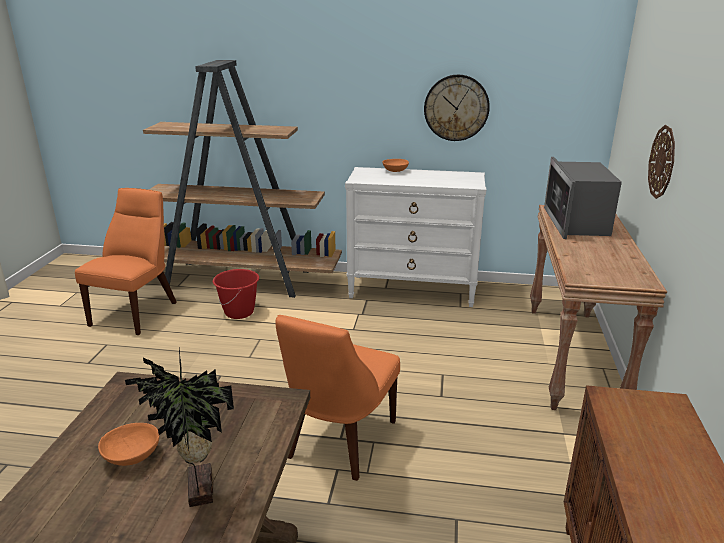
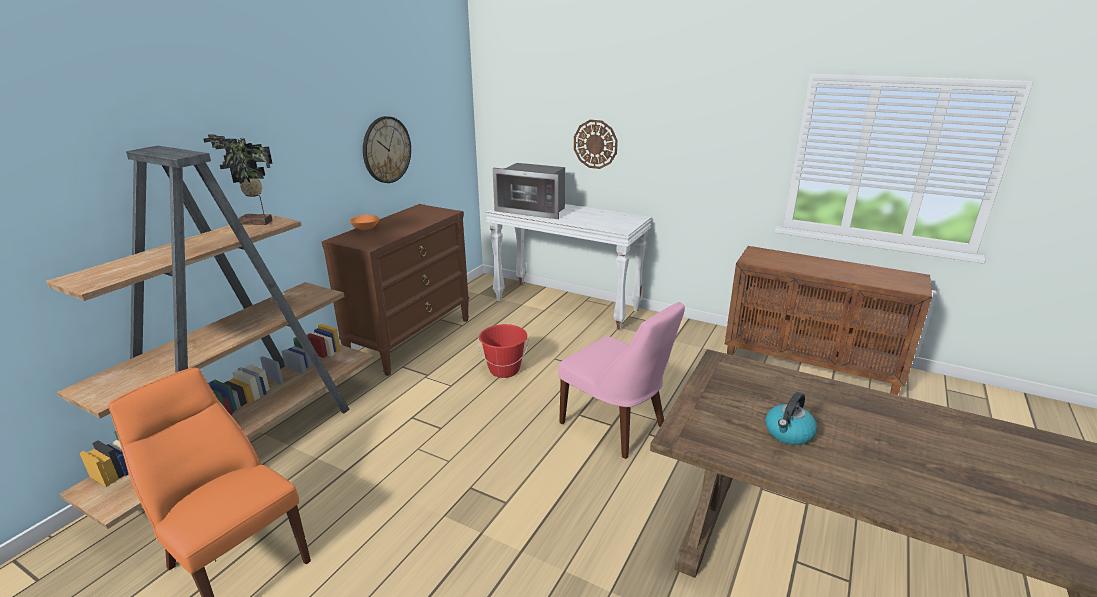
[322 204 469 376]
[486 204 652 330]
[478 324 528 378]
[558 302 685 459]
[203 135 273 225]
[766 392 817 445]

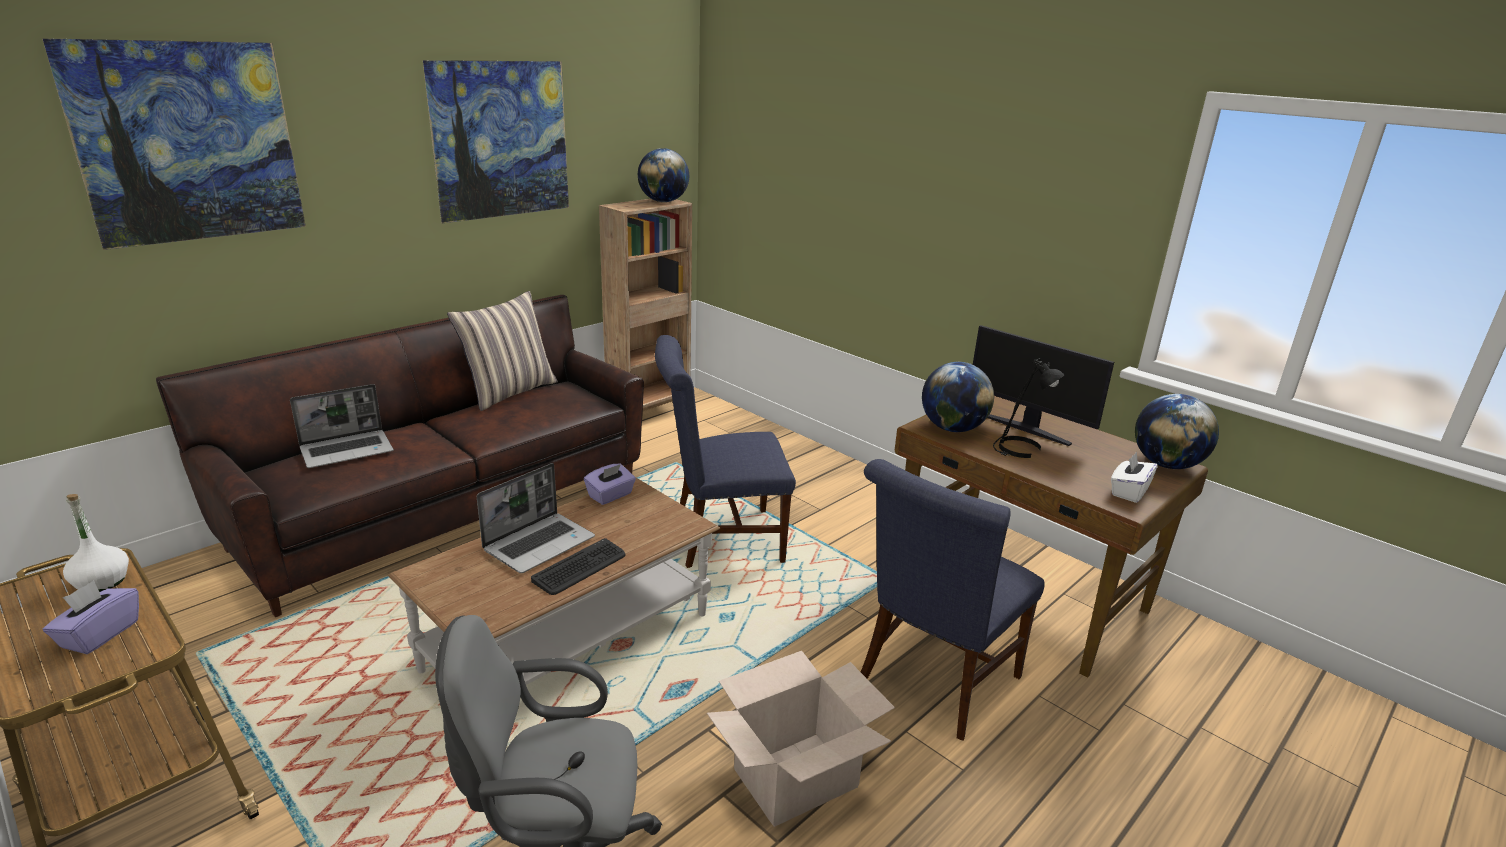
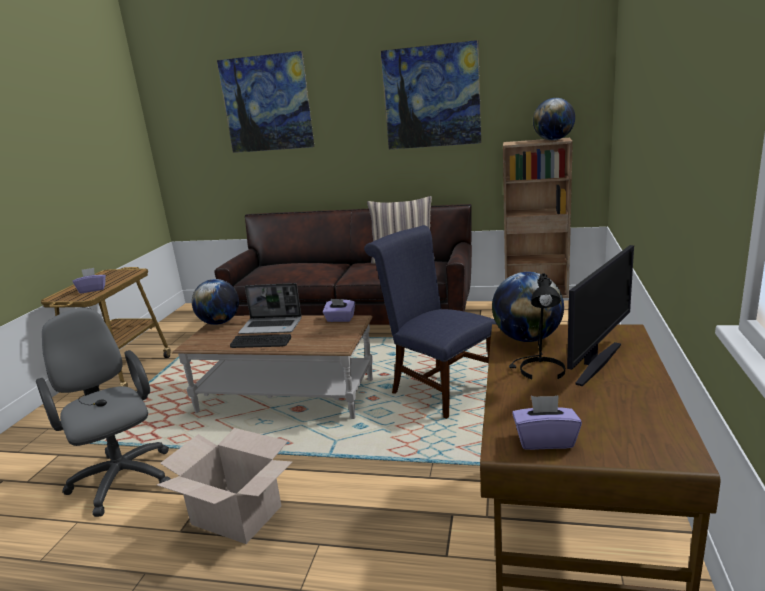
[567 245 634 386]
[290 384 394 468] (first image)
[192 279 239 325]
[512 395 582 450]
[861 459 1045 741] (first image)
[63 494 129 592] (first image)

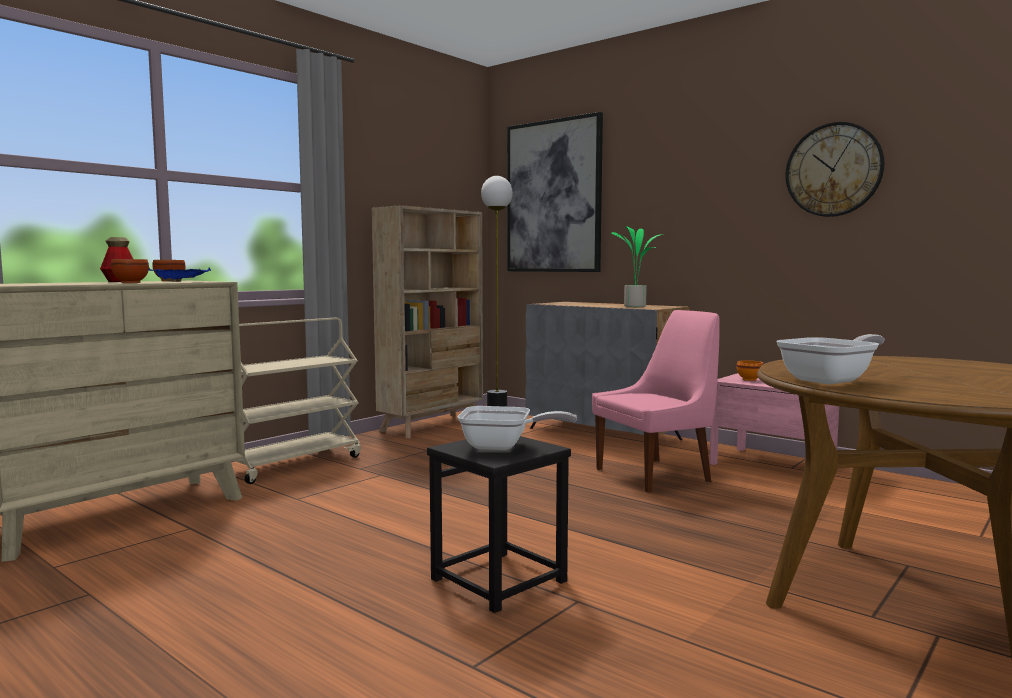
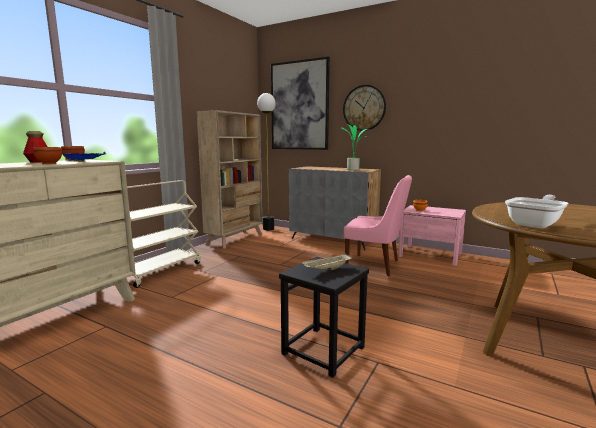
[343 85 386 131]
[344 175 412 276]
[302 253 352 270]

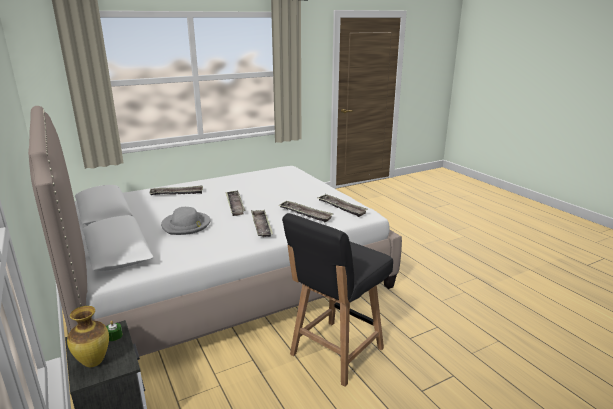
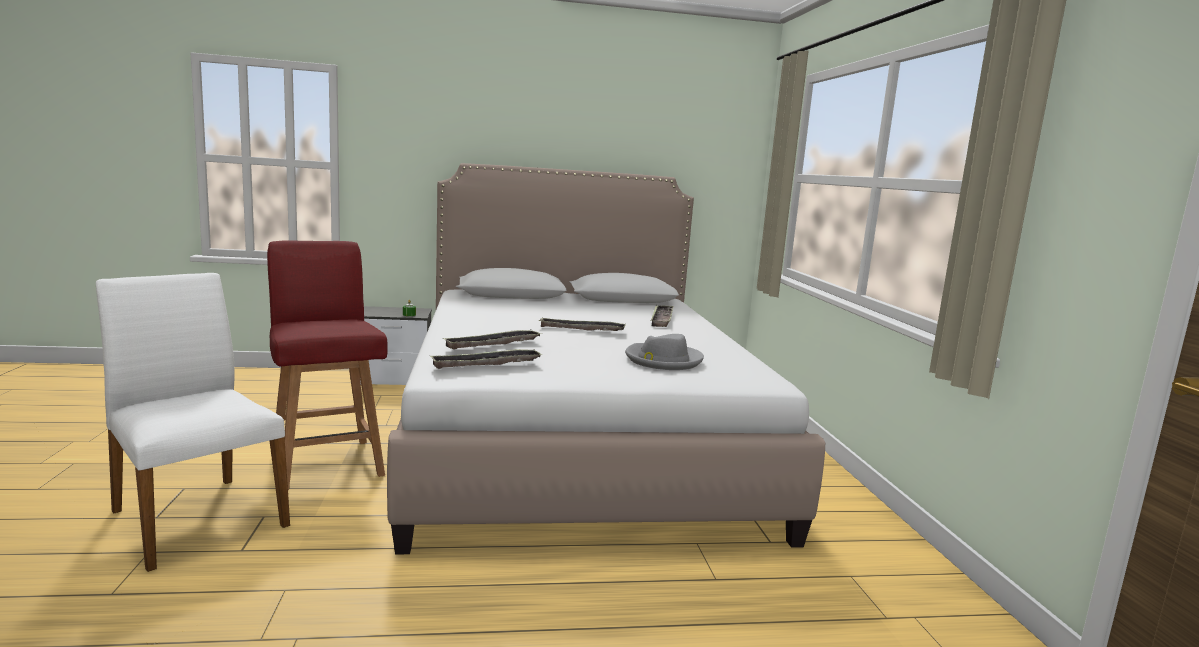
[625 334 704 370]
[251 210 273 237] (first image)
[267 240 388 490]
[67 306 109 367] (first image)
[96 273 290 572]

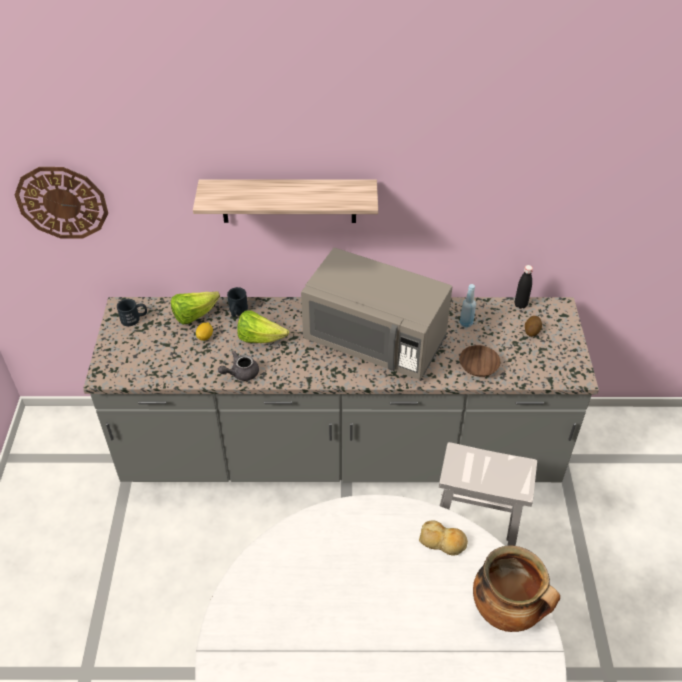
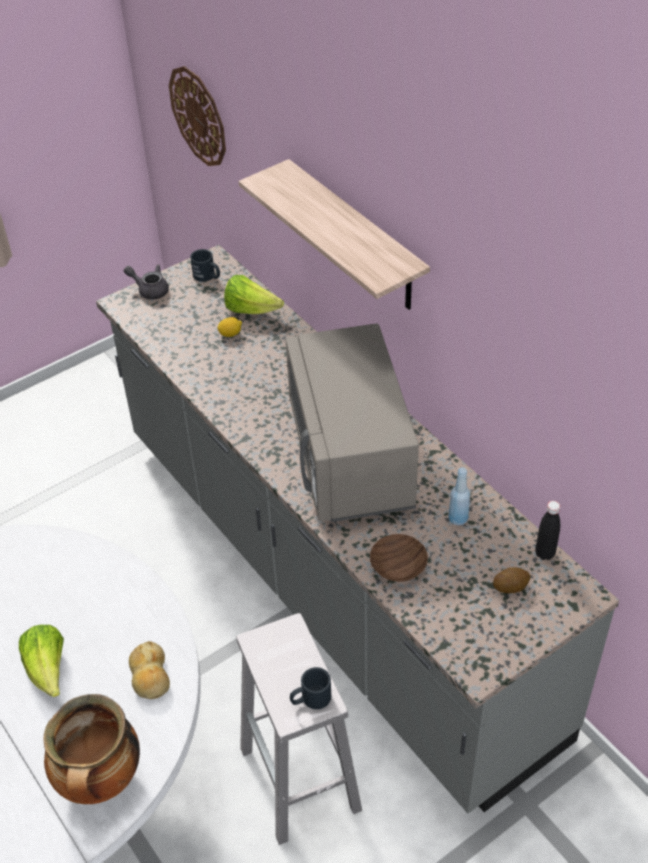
[290 667 331 709]
[19 625 64 697]
[124 264 169 300]

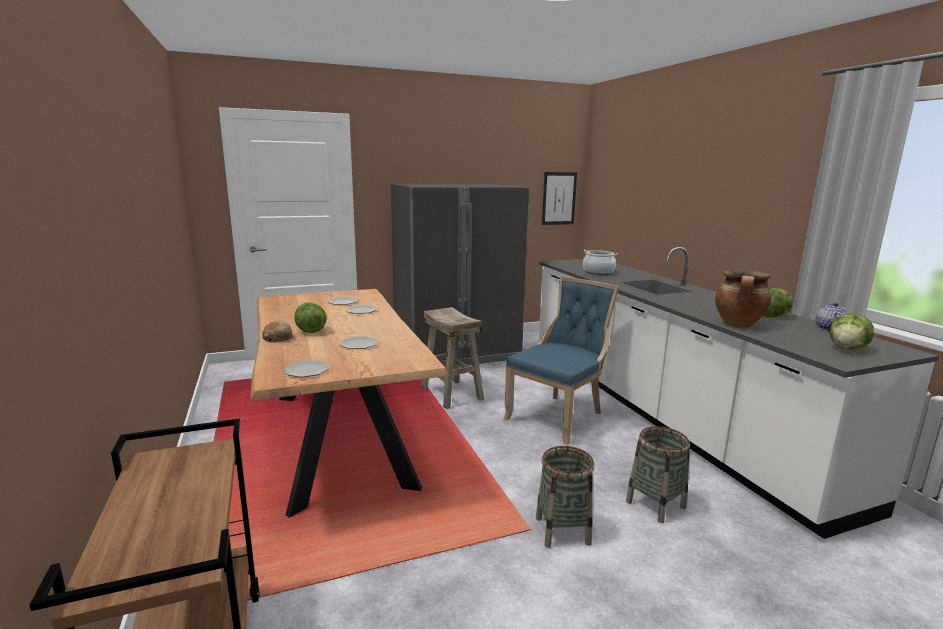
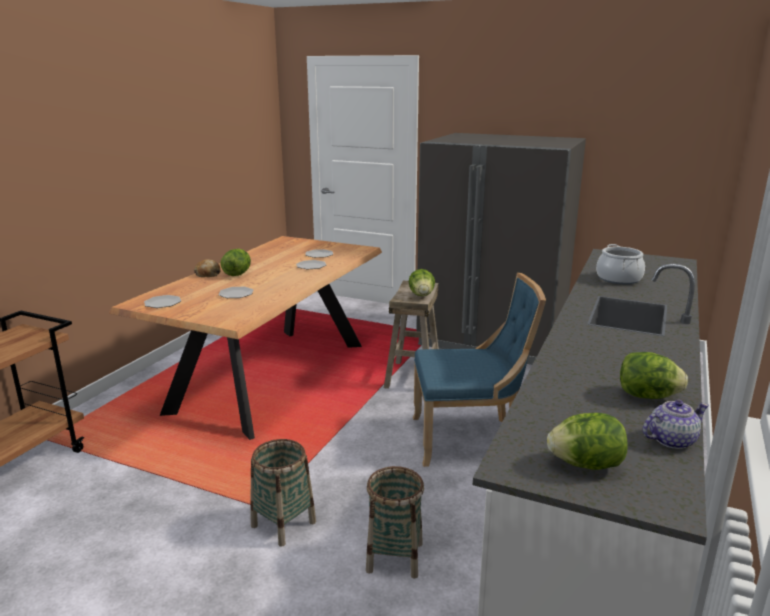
[542 172 577 225] (first image)
[715 270 771 328] (first image)
[409 269 435 296]

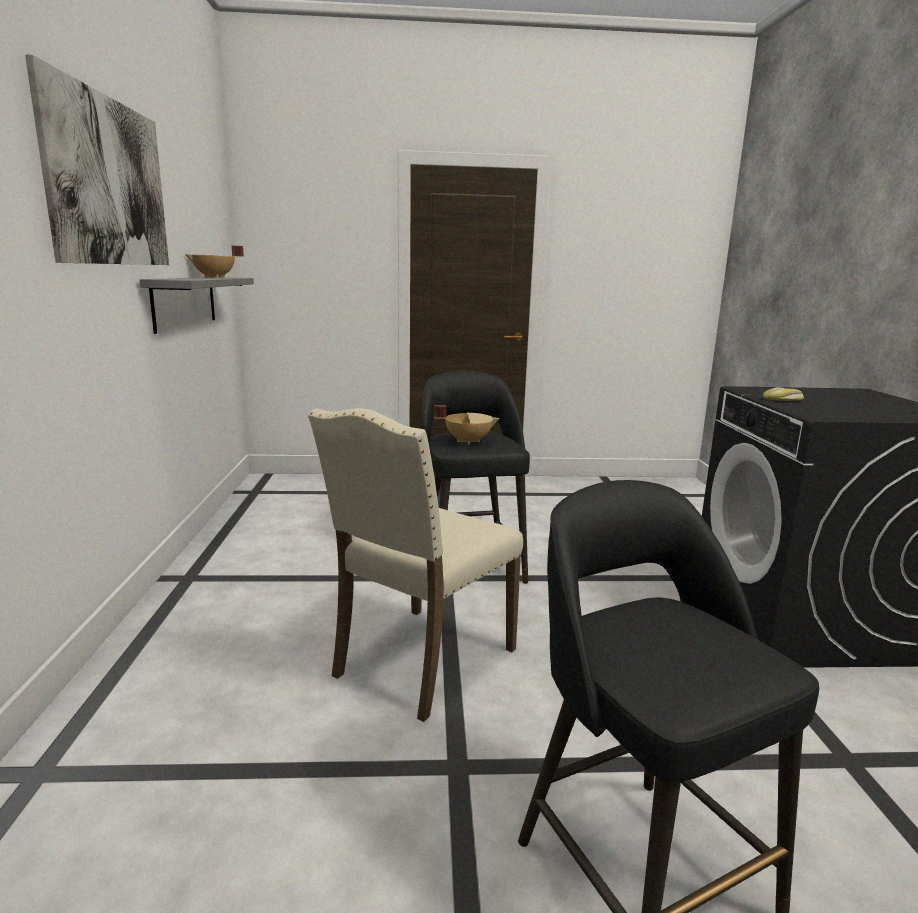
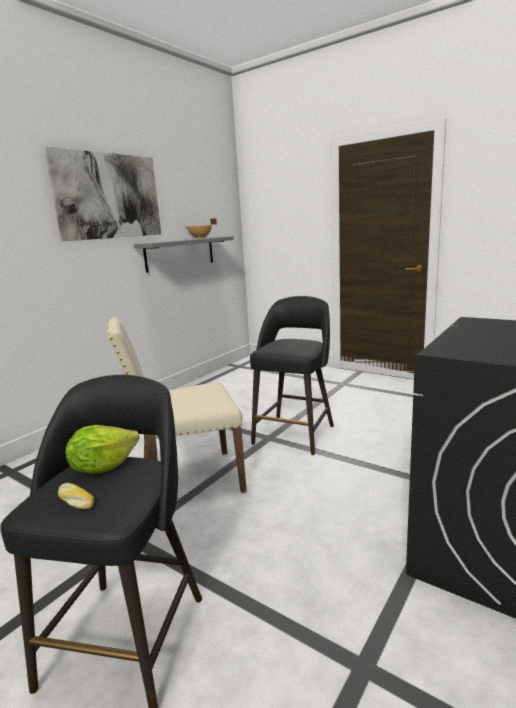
[58 483 94 509]
[434 405 500 445] (first image)
[65 425 139 474]

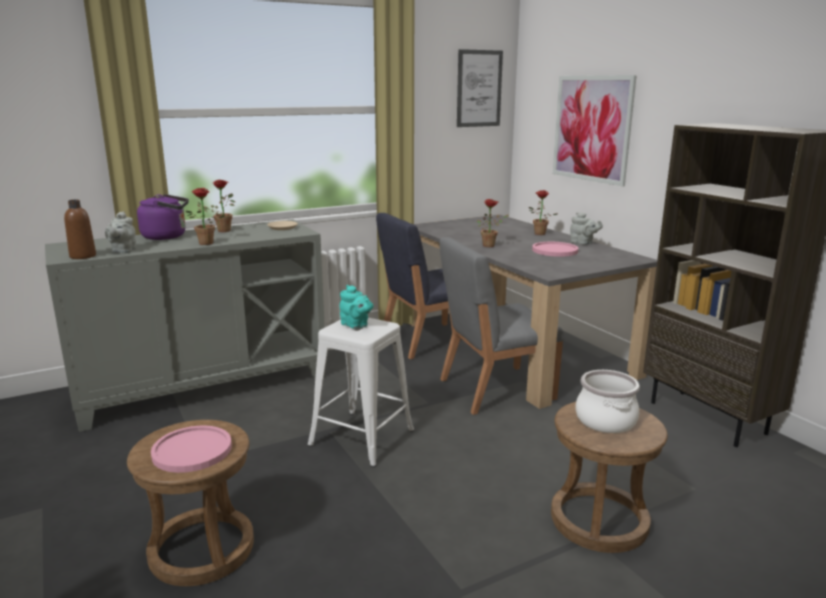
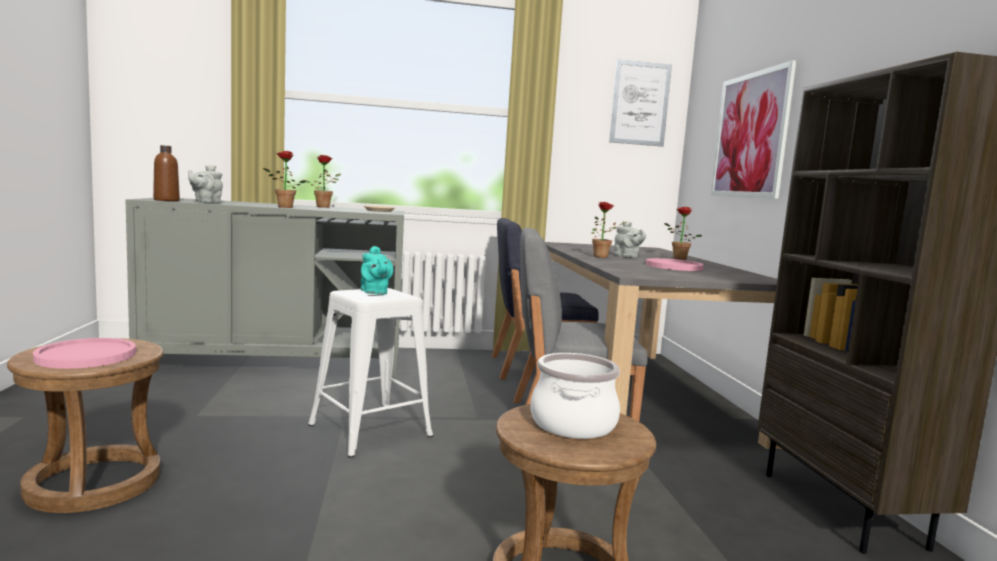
[137 194 189 240] (first image)
[614 221 646 258]

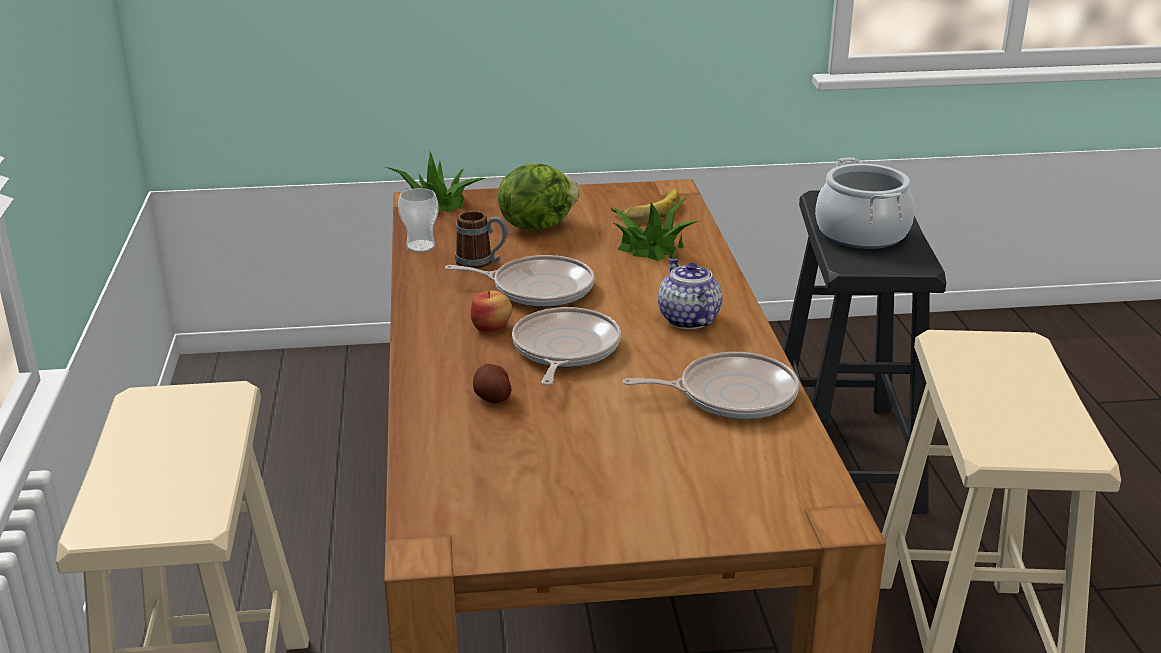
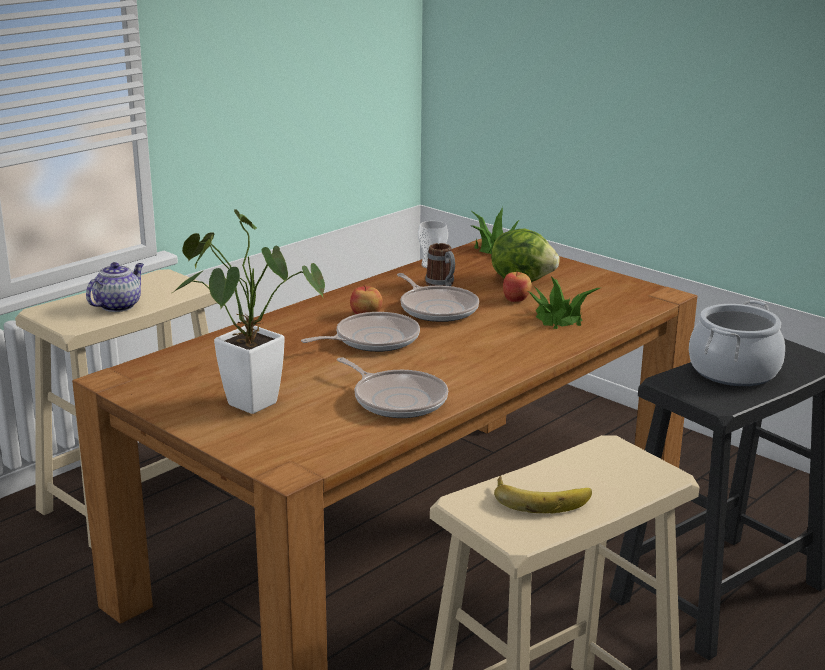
[494 476 592 513]
[86 262 144 312]
[473 364 512 403] (first image)
[172 209 325 414]
[503 271 532 302]

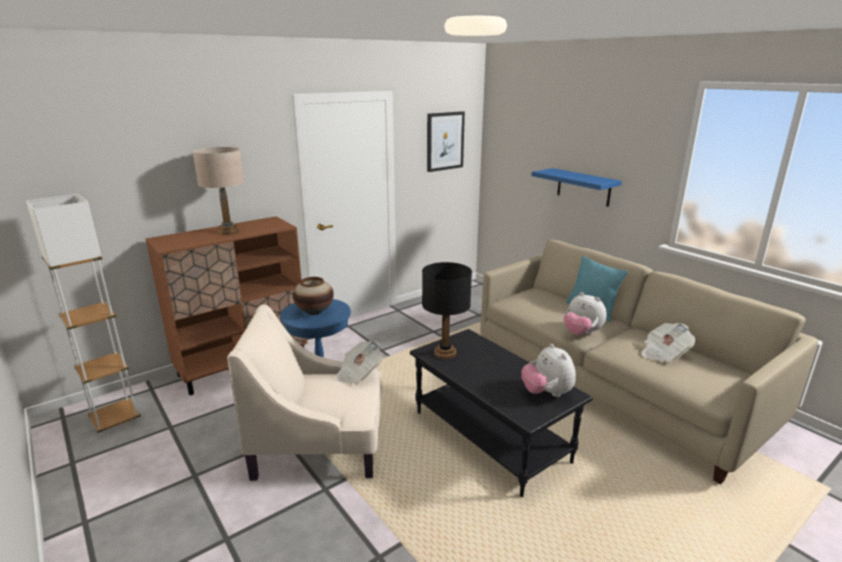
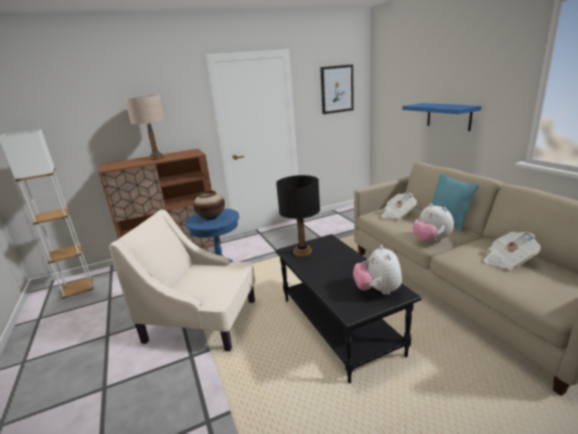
[382 192 417 219]

